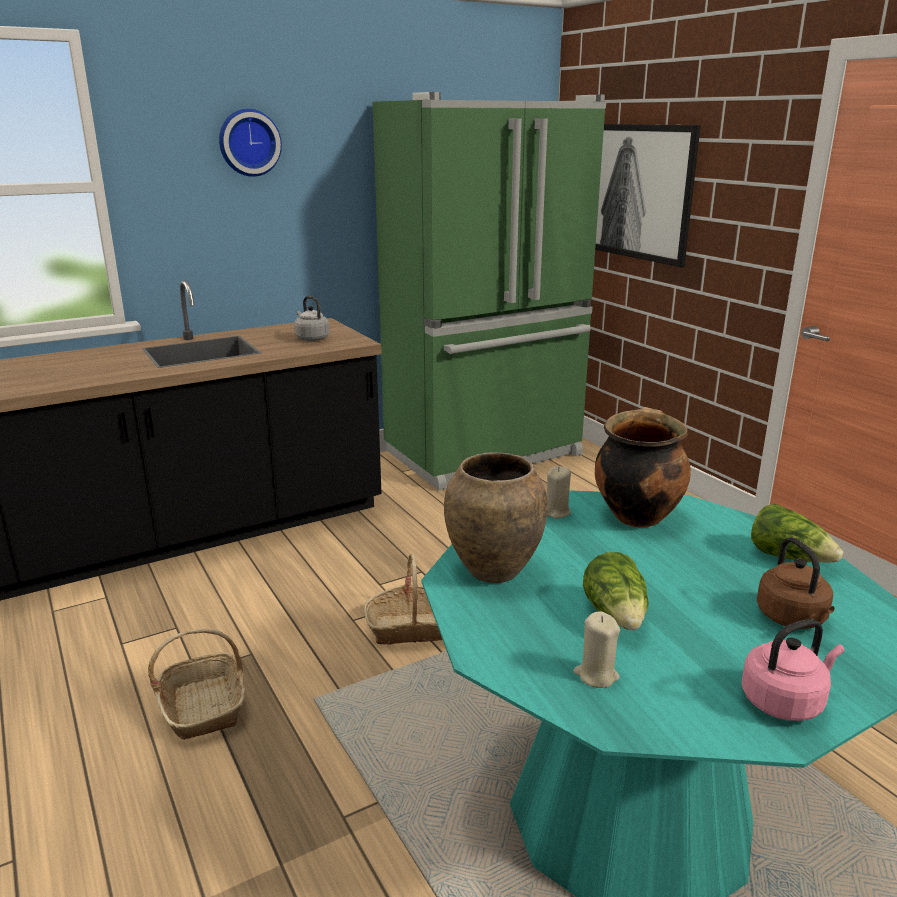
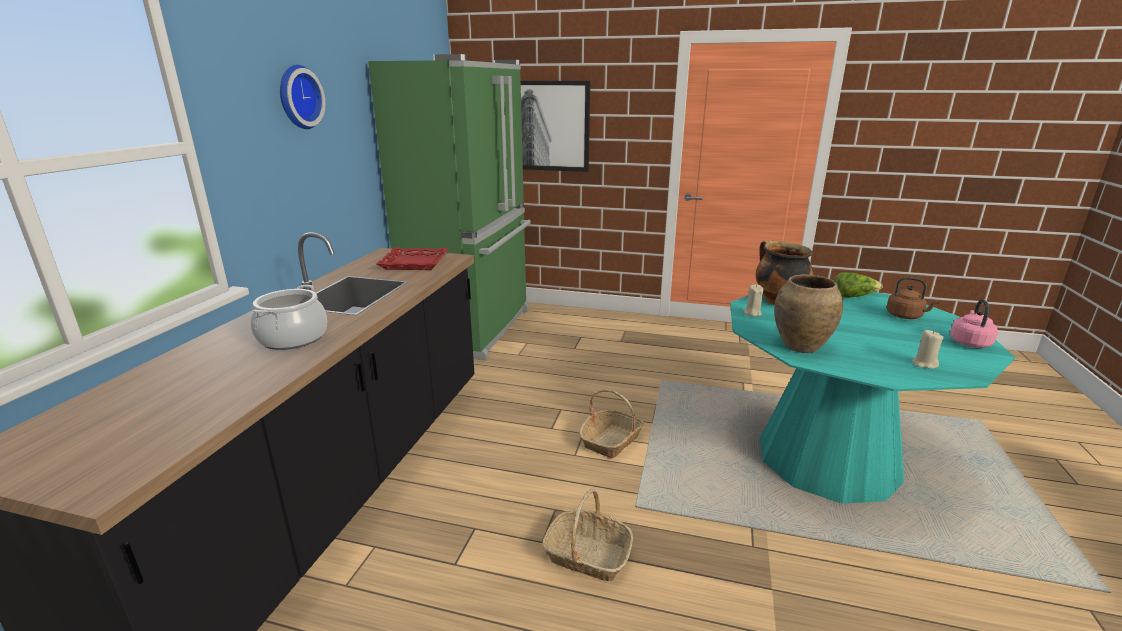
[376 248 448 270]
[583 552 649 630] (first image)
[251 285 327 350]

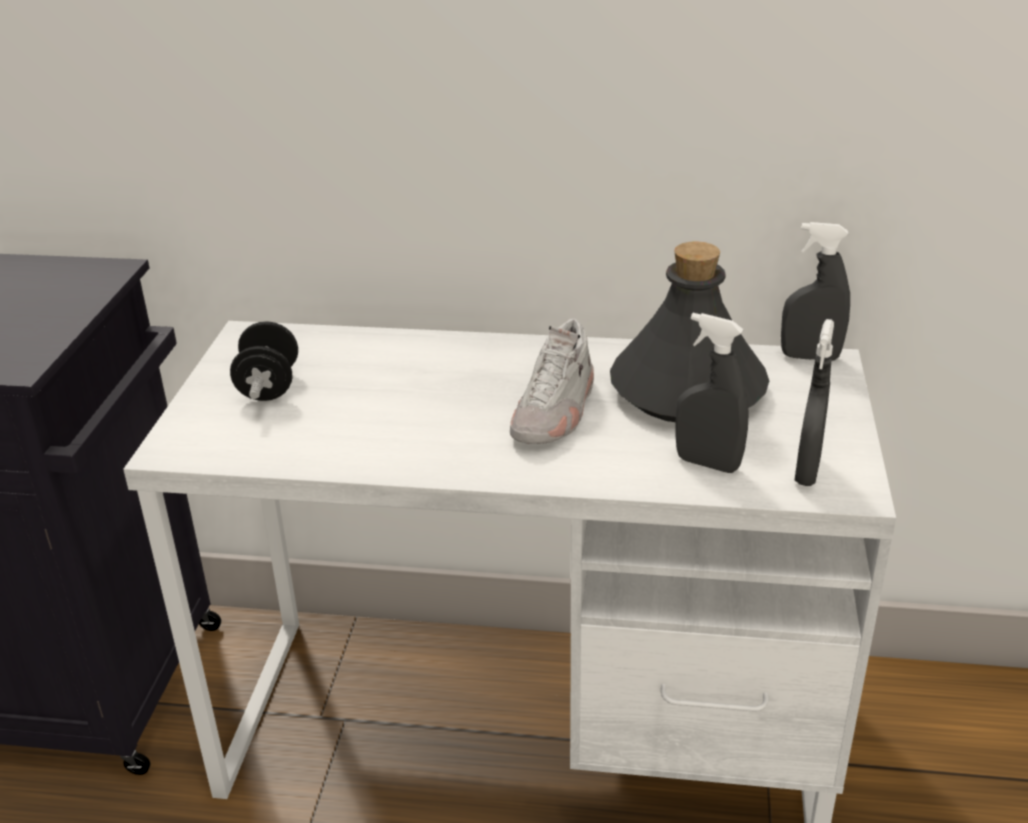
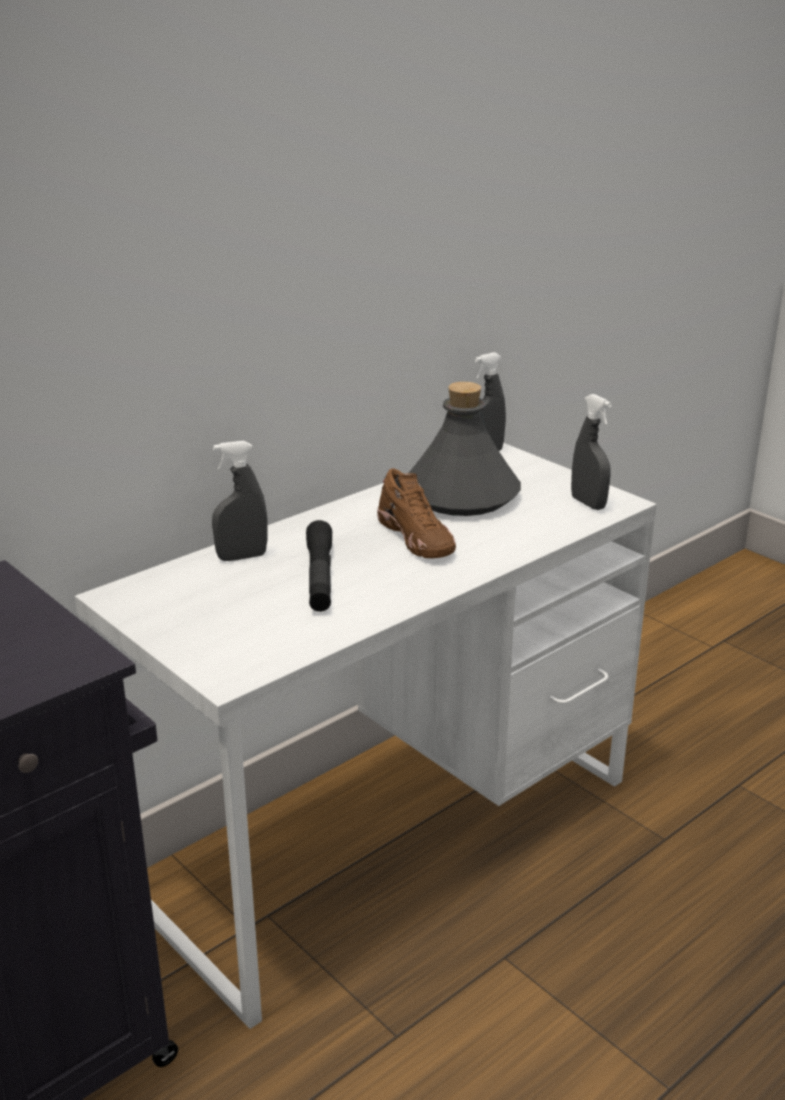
[212 441 268 561]
[377 468 456 558]
[230 321 298 401] (first image)
[306 520 332 612]

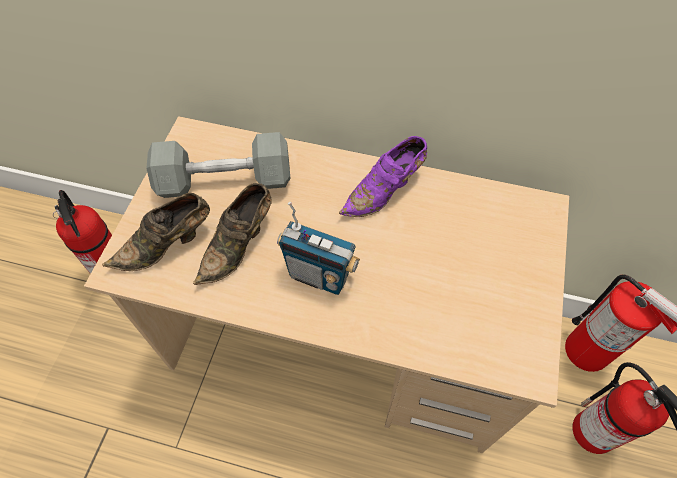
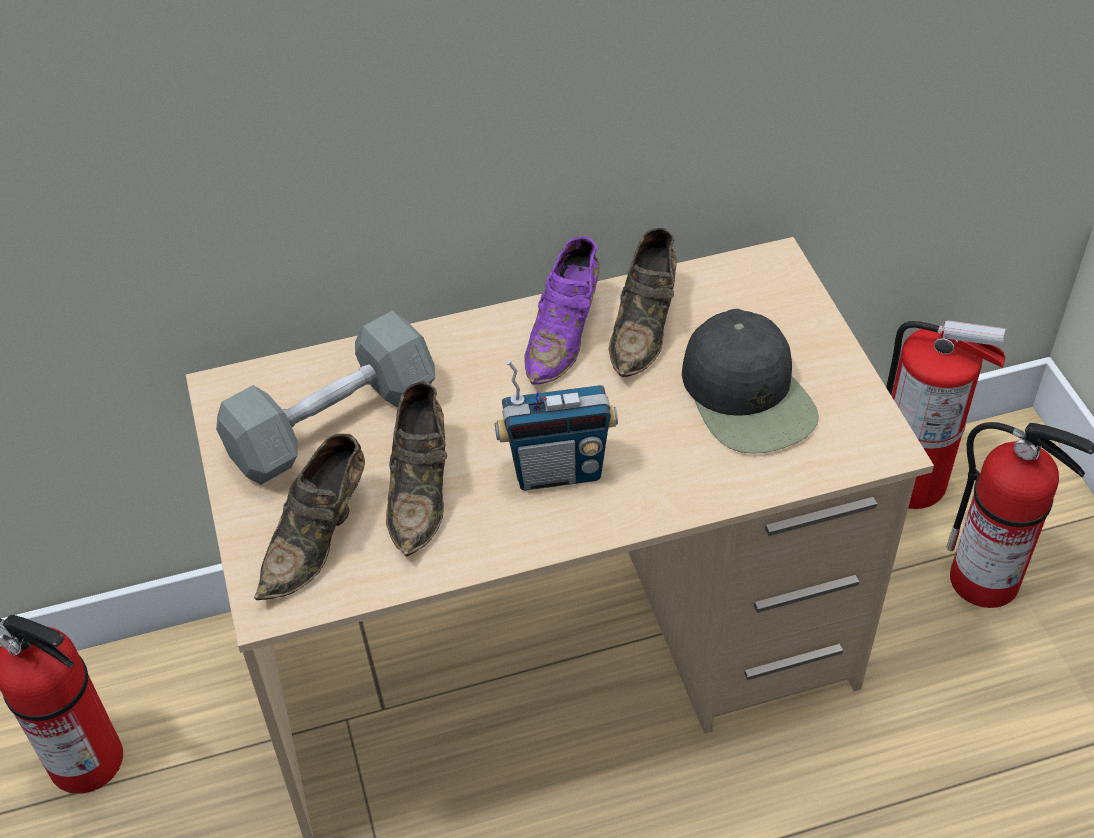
[609 228 677 377]
[682 309 819 454]

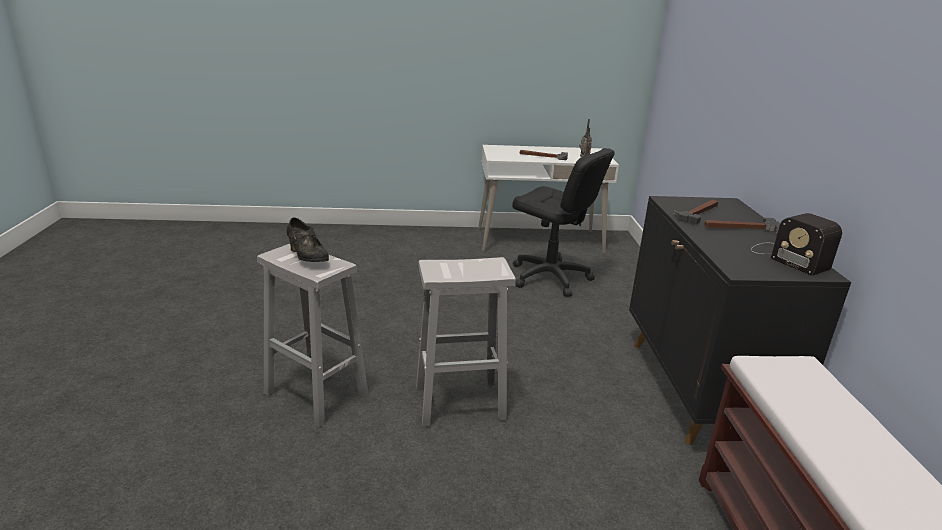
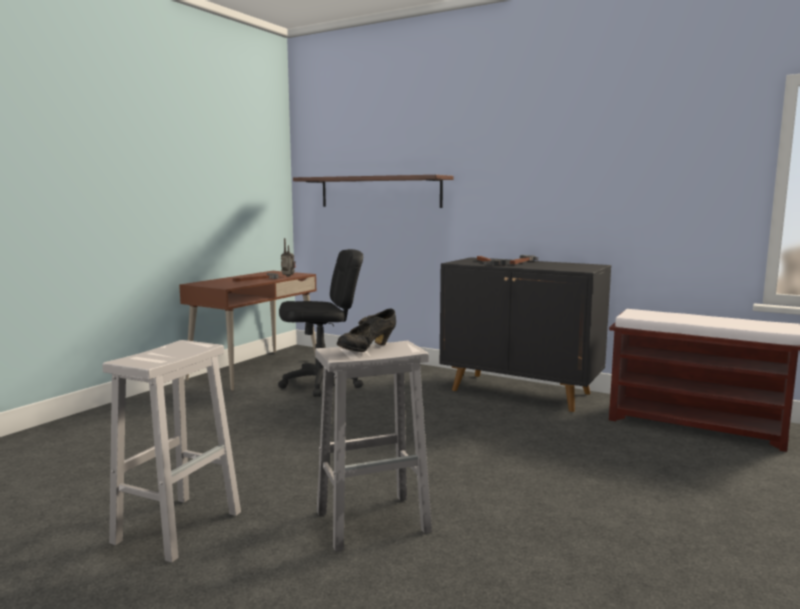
[179 271 316 391]
[751 213 842 276] (first image)
[337 309 396 352]
[102 340 241 563]
[293 175 453 208]

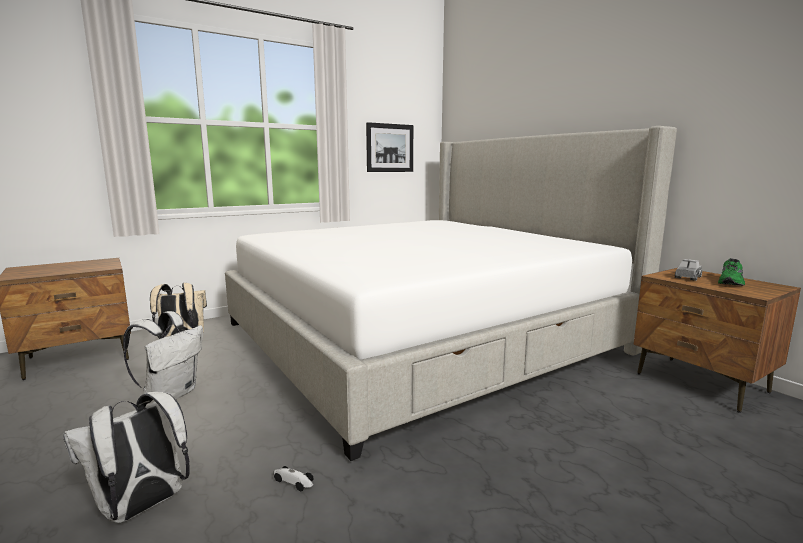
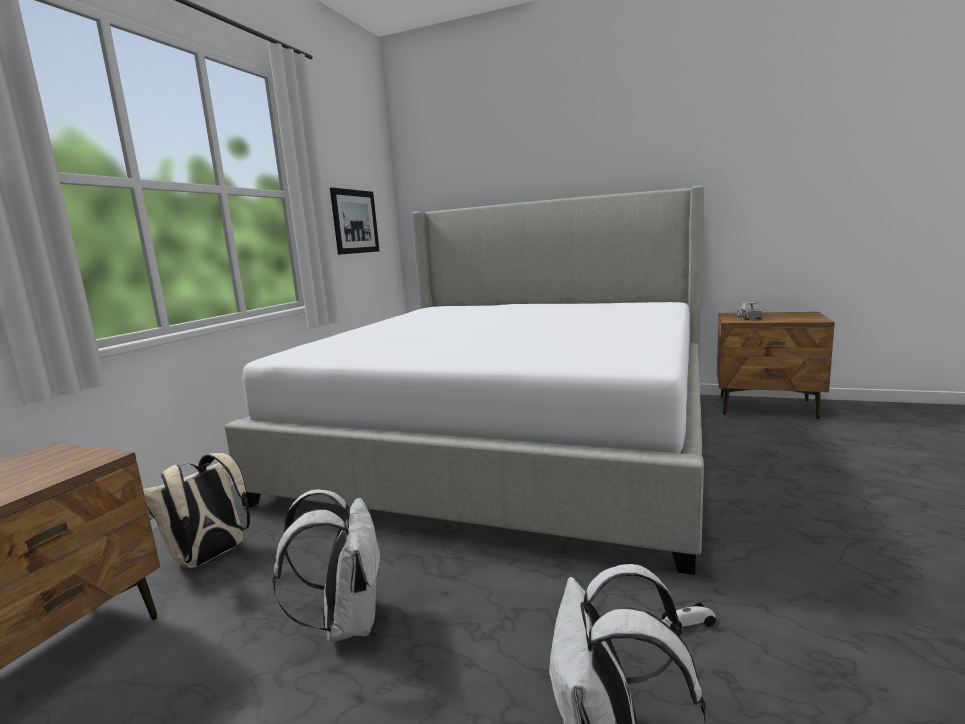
[718 258 745 286] (first image)

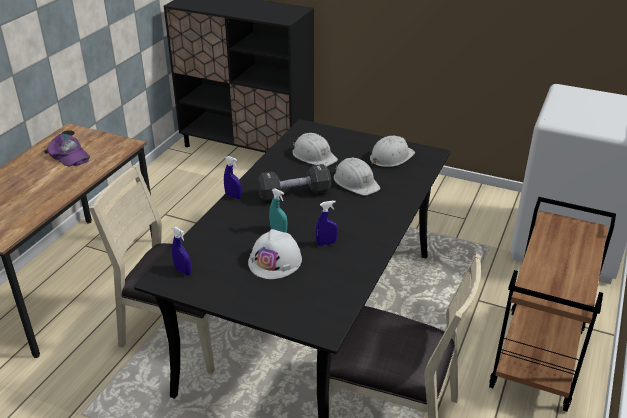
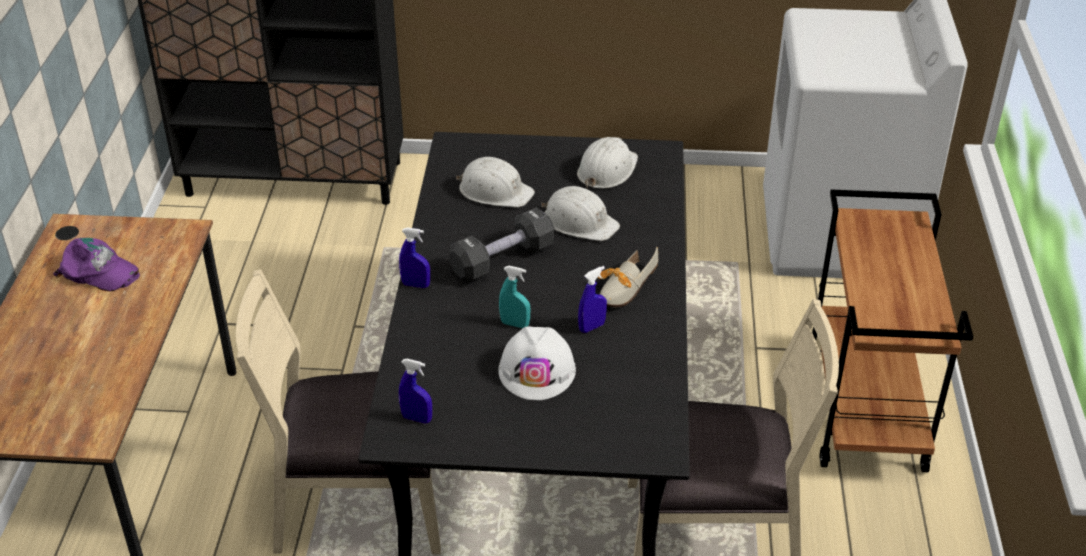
[597 247 659 307]

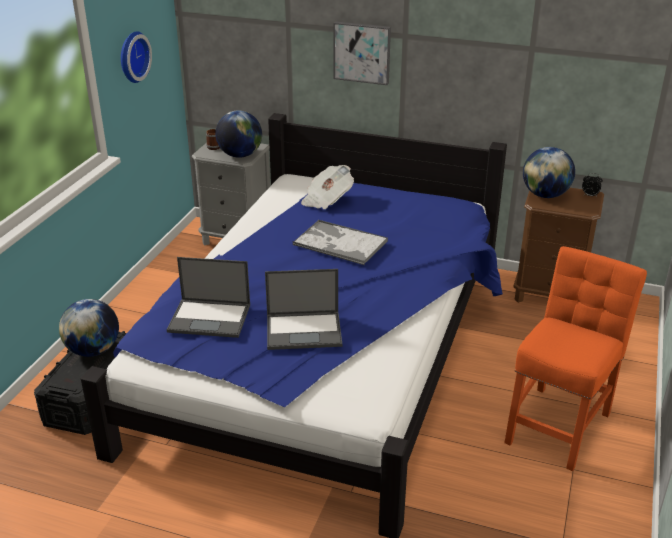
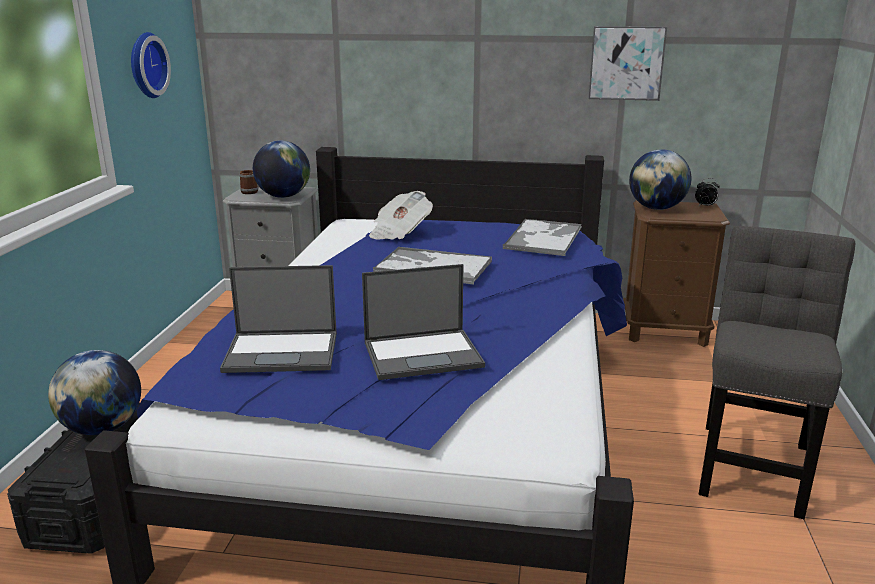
[589 26 667 101]
[699 226 855 519]
[502 218 581 256]

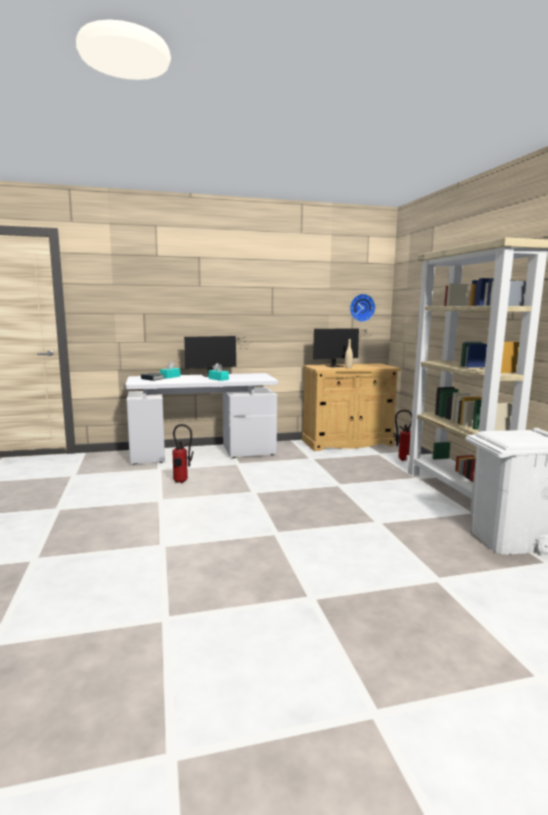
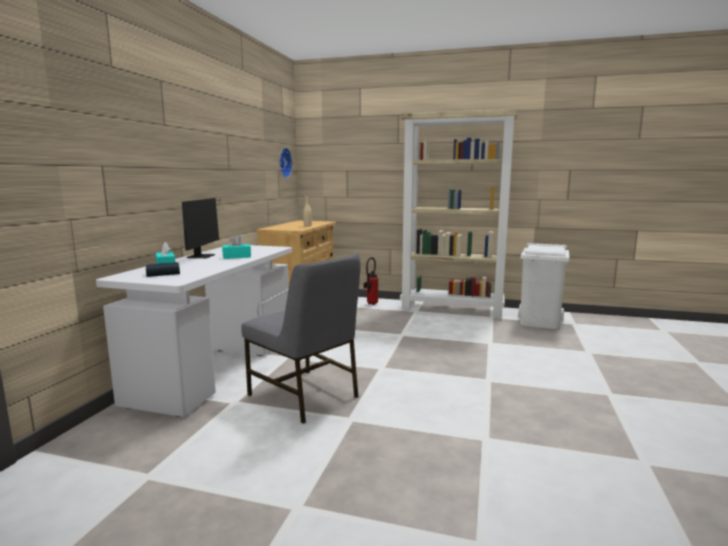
[313 328 369 367] (first image)
[241 253 361 424]

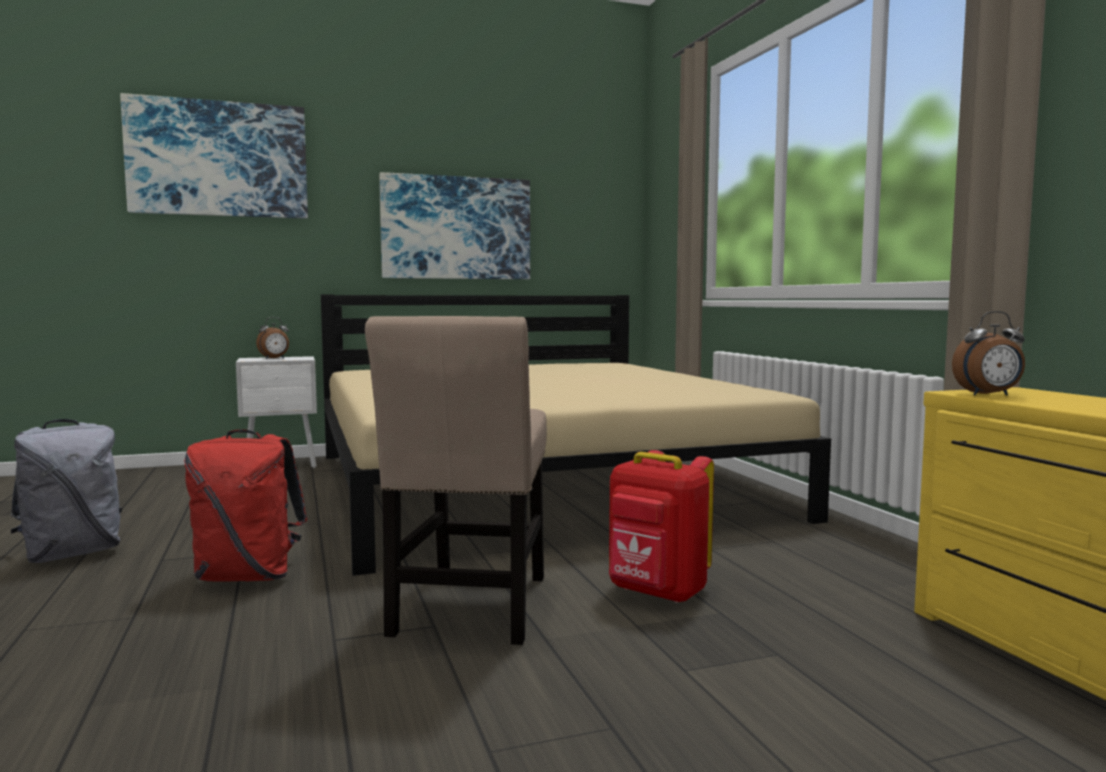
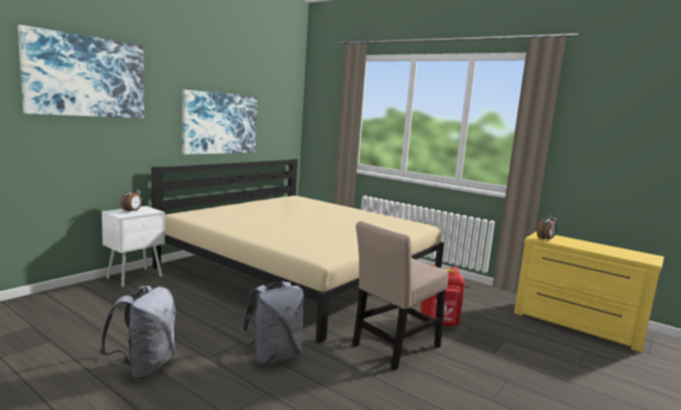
[353 221 449 370]
[242 281 304 364]

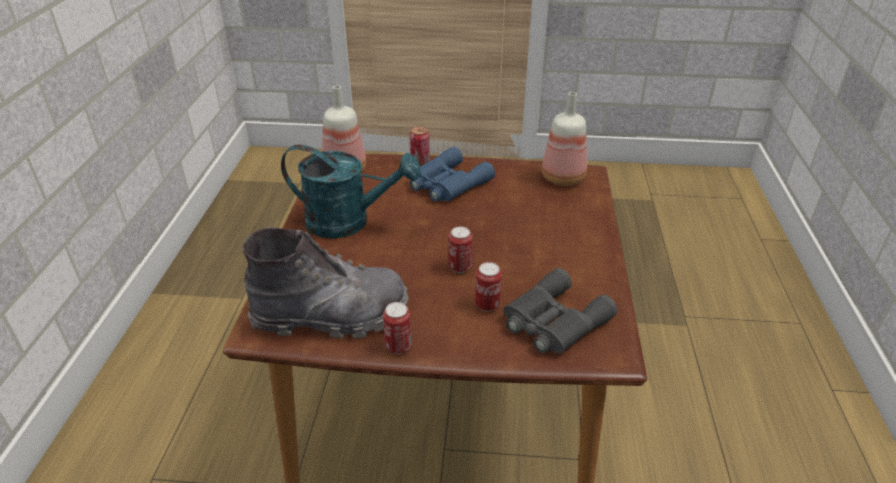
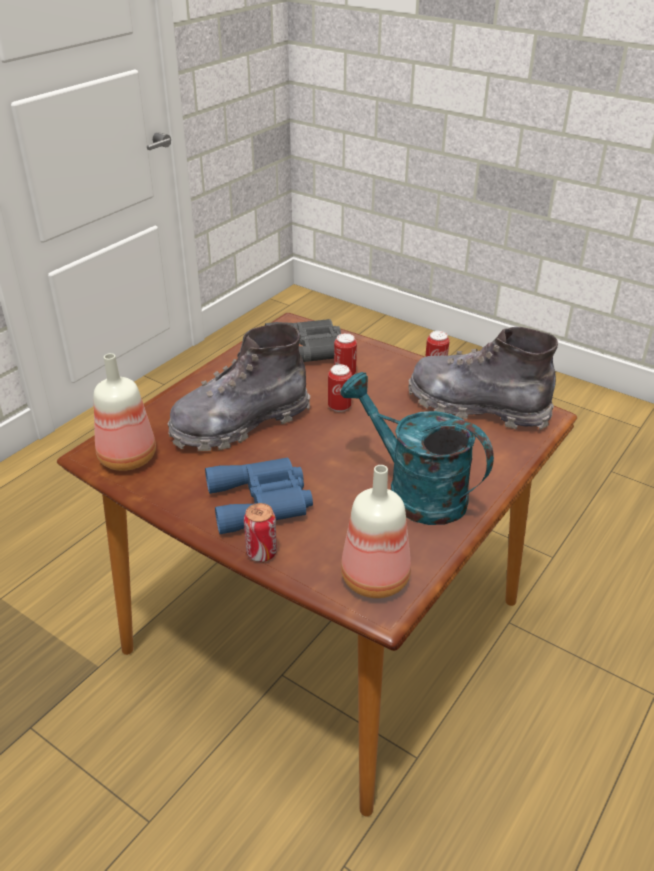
[168 323 310 451]

